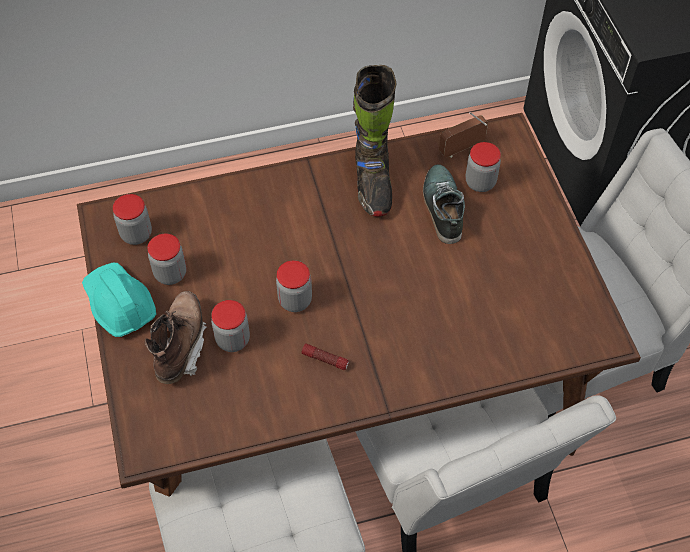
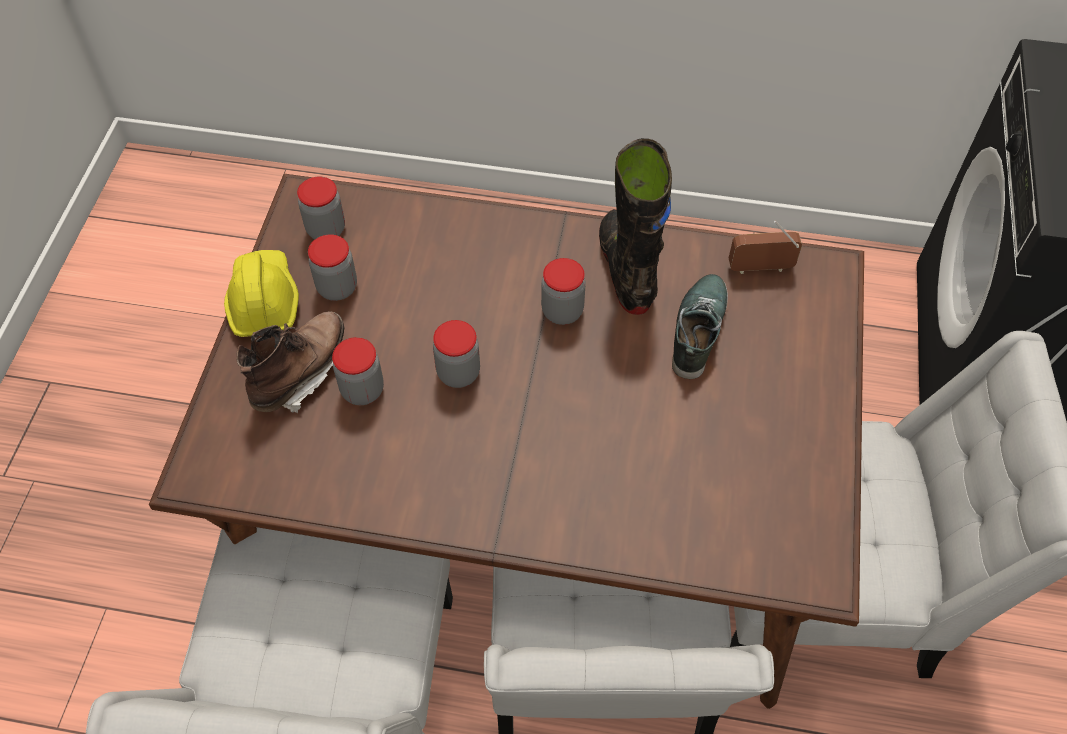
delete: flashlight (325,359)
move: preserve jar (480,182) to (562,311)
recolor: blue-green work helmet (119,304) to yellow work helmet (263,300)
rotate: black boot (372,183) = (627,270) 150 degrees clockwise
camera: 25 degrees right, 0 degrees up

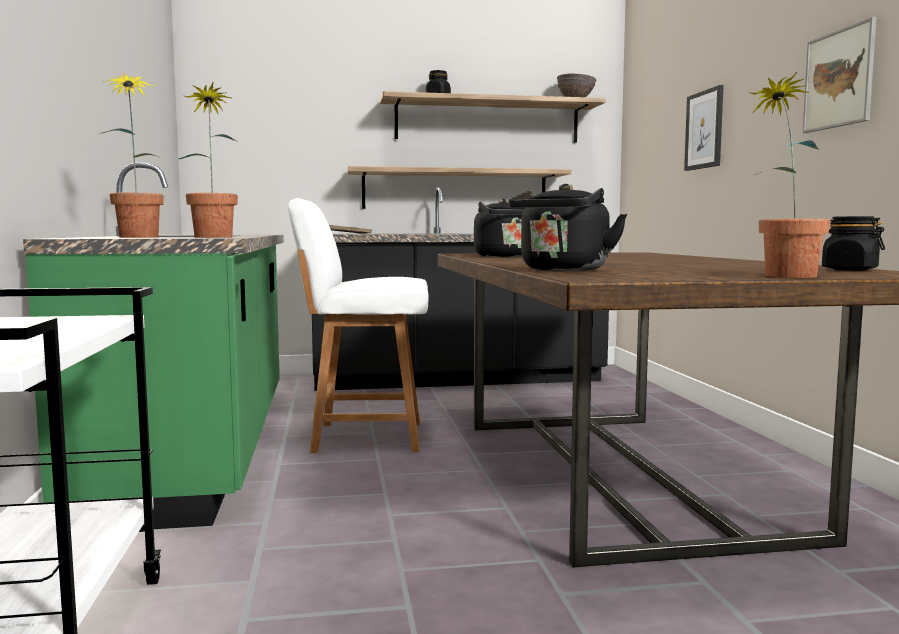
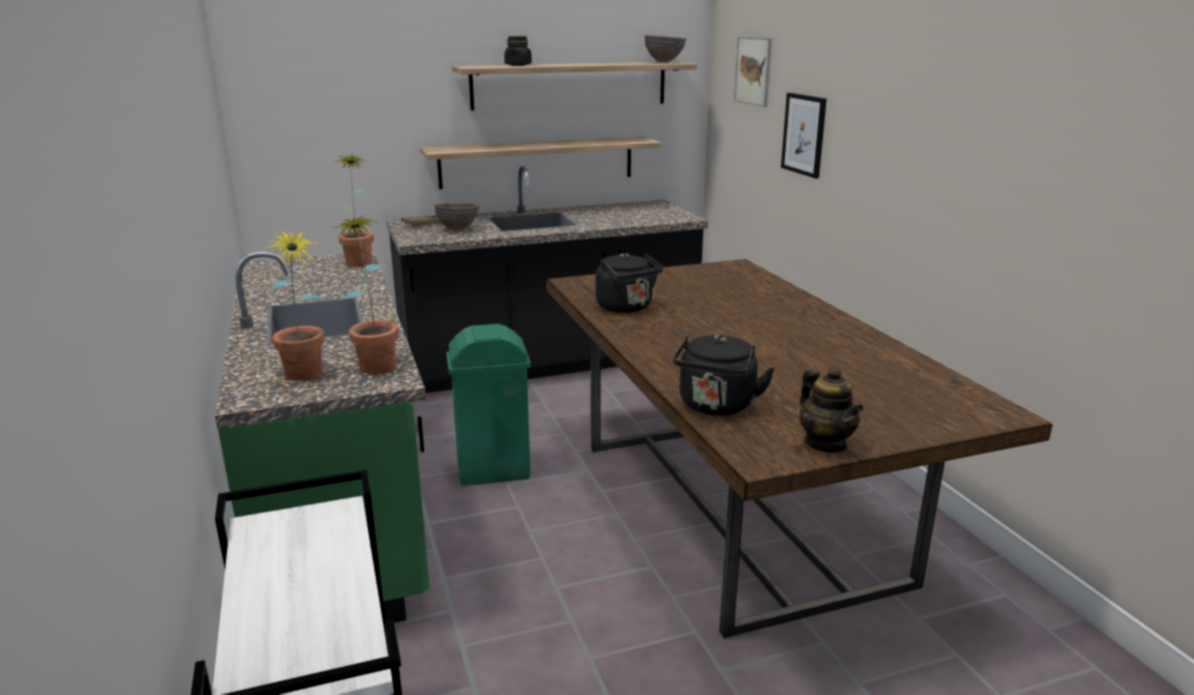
delete: black preserve jar (849,269)
insert: brownish bowl (457,229); pot for tea (826,444)
move: houseplant (784,275) to (360,261); wall art (838,79) to (753,70)
replace: white upright chair (364,437) to green trash can (492,472)
camera: 10 degrees left, 15 degrees up

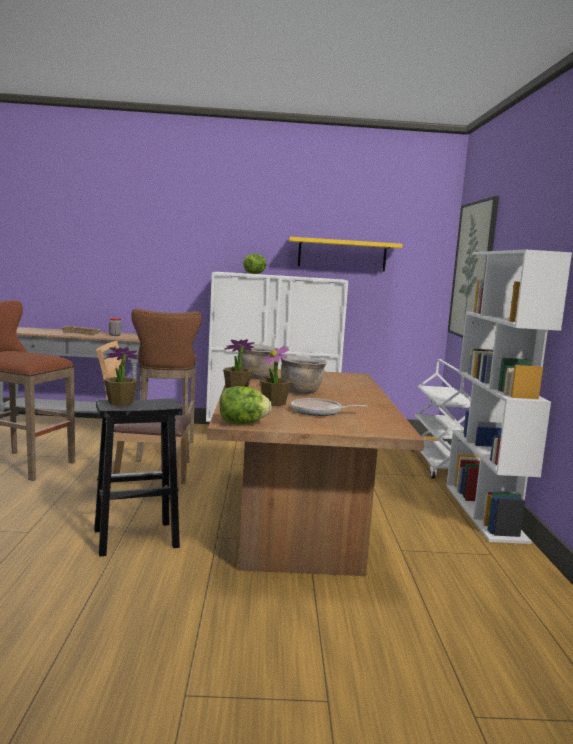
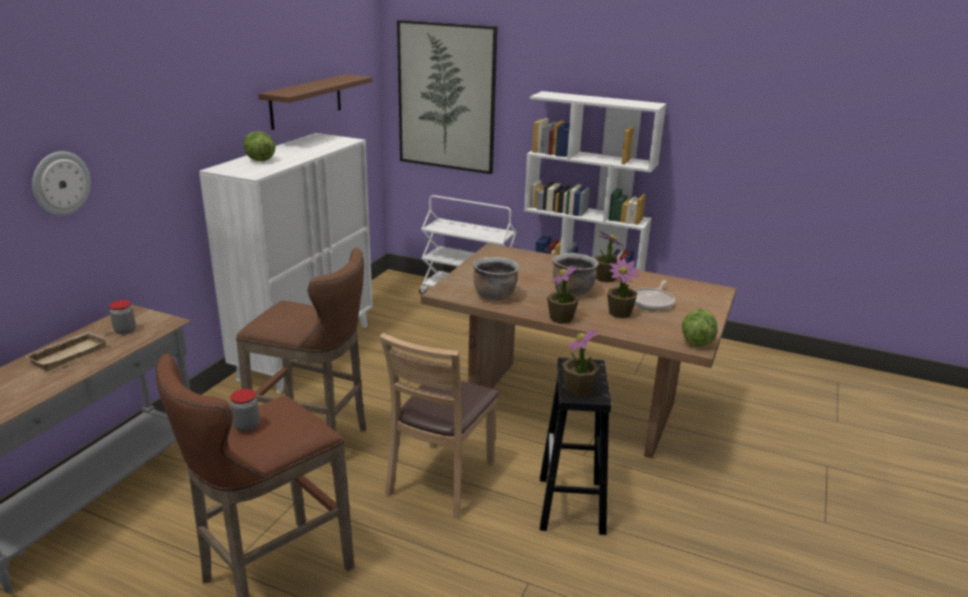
insert: wall clock (60,183); preserve jar (247,426); houseplant (605,278)
recolor: yellow bracket shelf (342,255) to brownish bracket shelf (306,101)
camera: 65 degrees left, 15 degrees up

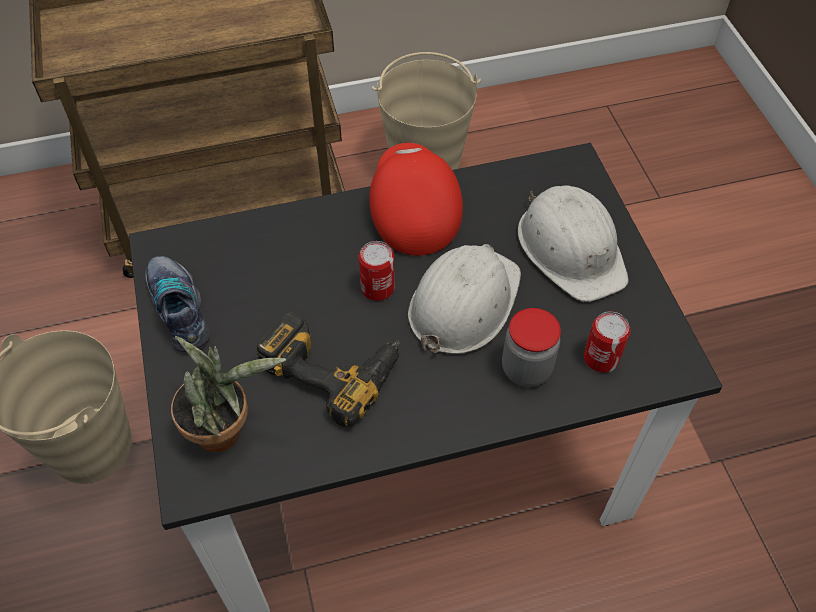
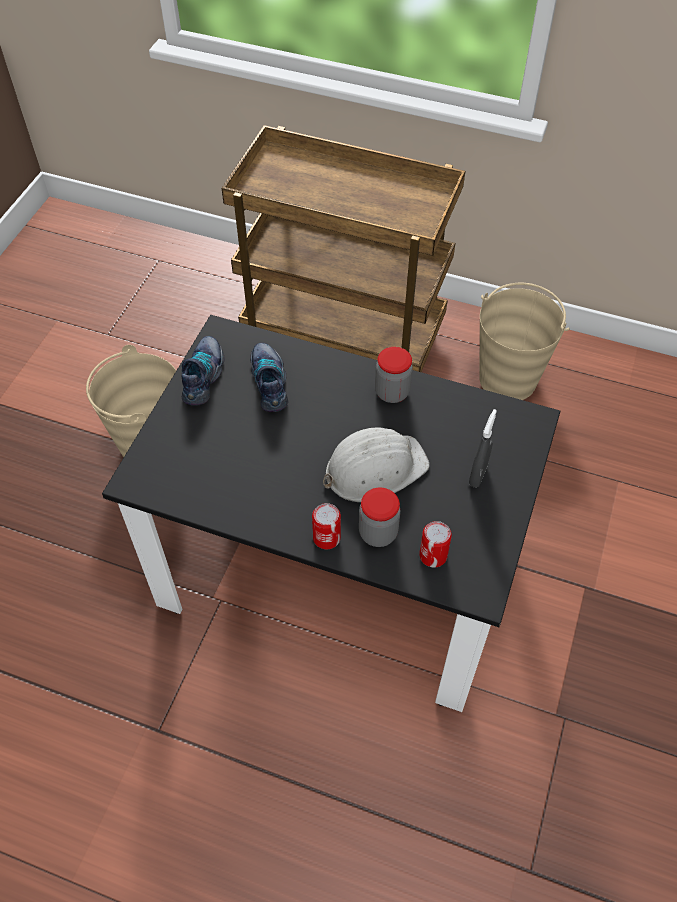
delete: houseplant (225,429); power drill (333,366)
insert: item of footwear (270,382)
move: sealed can (377,288) to (326,538)
replace: reddish baseball cap (412,211) to preserve jar (392,392); white work helmet (571,248) to greyish sprayer (478,474)
camera: 35 degrees right, 0 degrees up

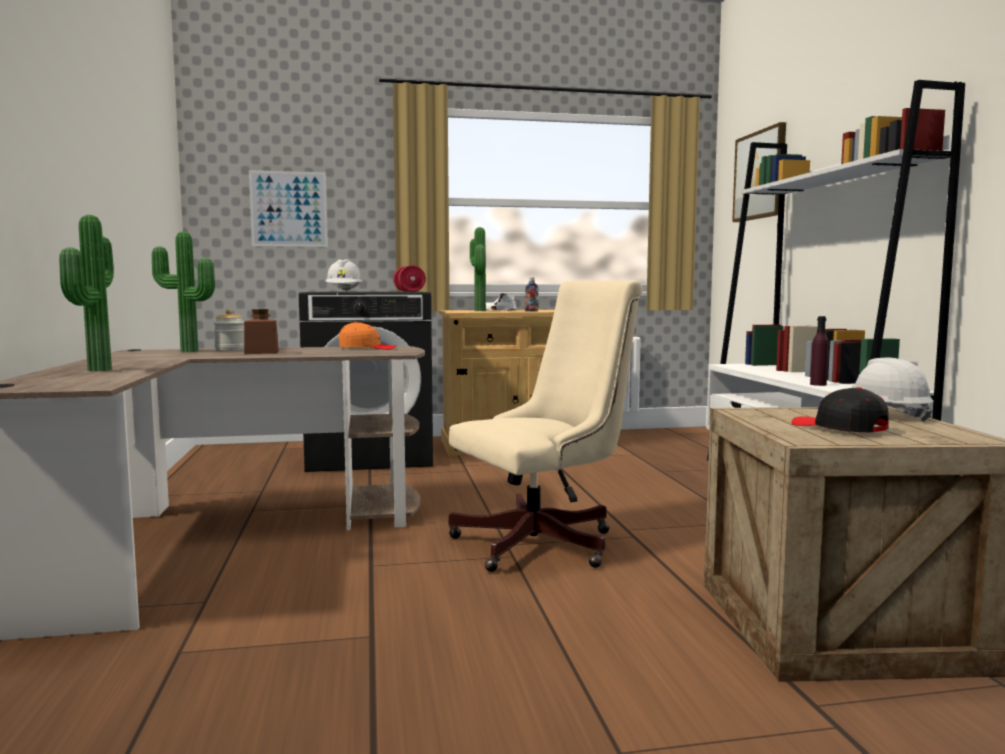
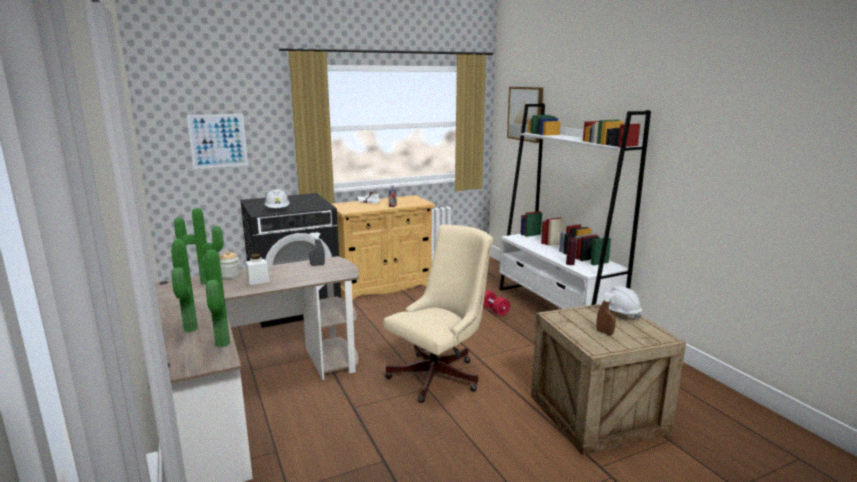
move: reddish free weight (409,291) to (494,310); houseplant (477,310) to (219,344)
replace: orange-coloured baseball cap (367,348) to greyish sprayer (317,265); black baseball cap (839,428) to brownish sprayer (604,332)
recolor: brownish preserve jar (261,352) to white preserve jar (258,281)
camera: 15 degrees left, 10 degrees up

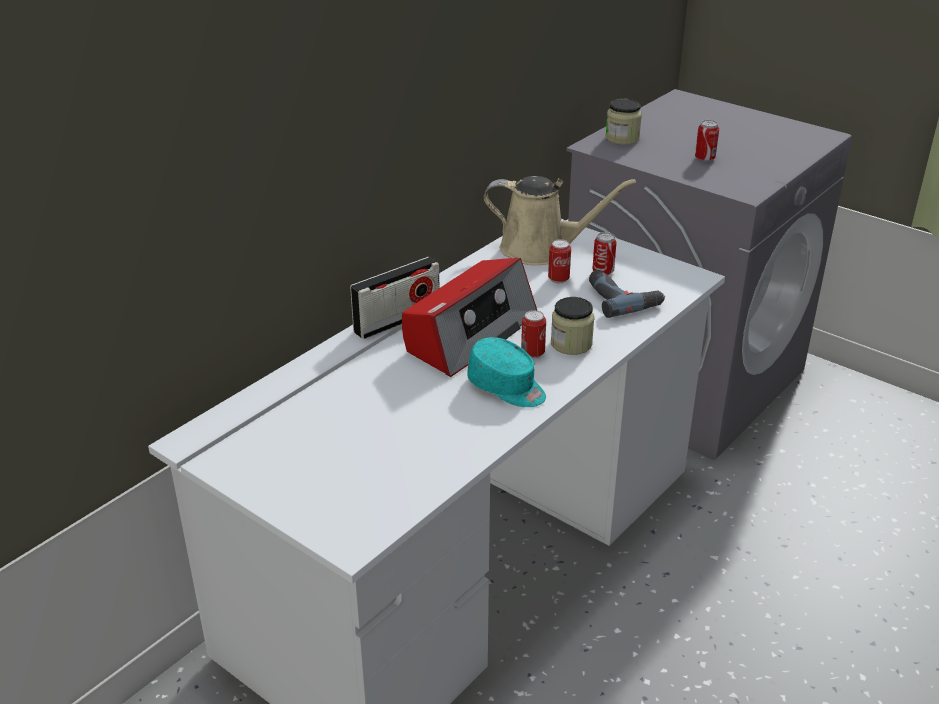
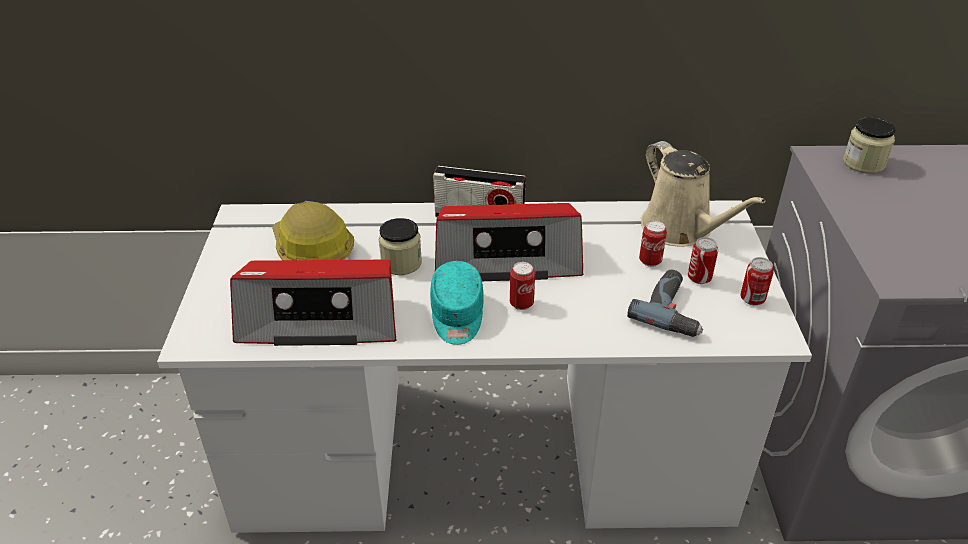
insert: radio (320,318); work helmet (312,249)
move: preserve jar (571,344) to (401,263); sealed can (704,158) to (752,299)
camera: 50 degrees right, 5 degrees up

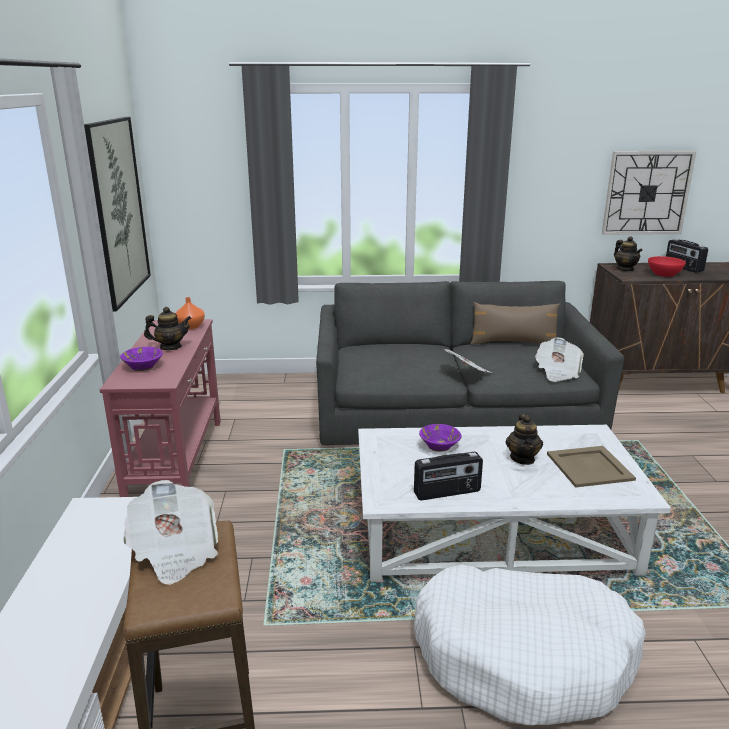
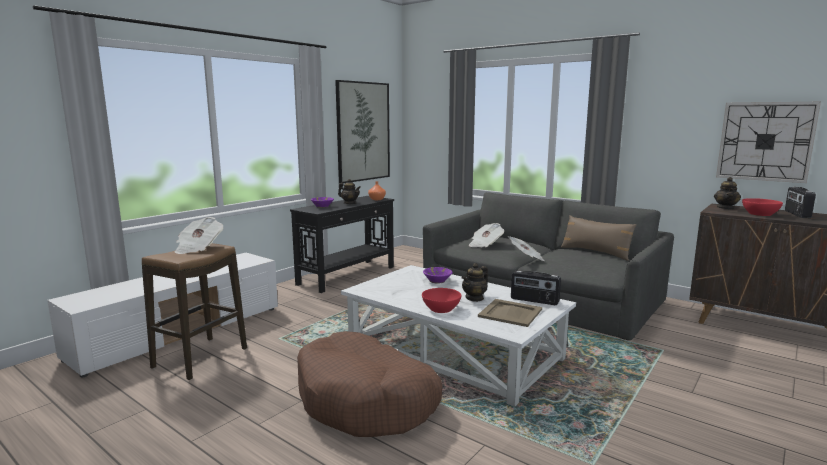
insert: reddish bowl (441,309)
move: radio (447,493) to (534,301); newspaper (557,372) to (485,245)
recolor: reddish narrow table (178,461) to black narrow table (347,275); white pet bed (524,656) to brownish pet bed (366,400)
camera: 40 degrees right, 10 degrees down

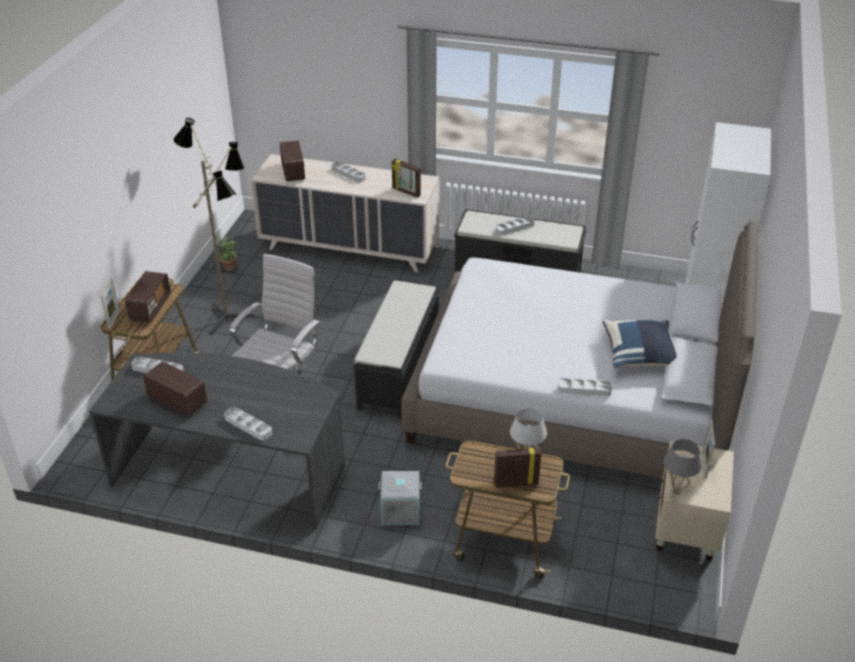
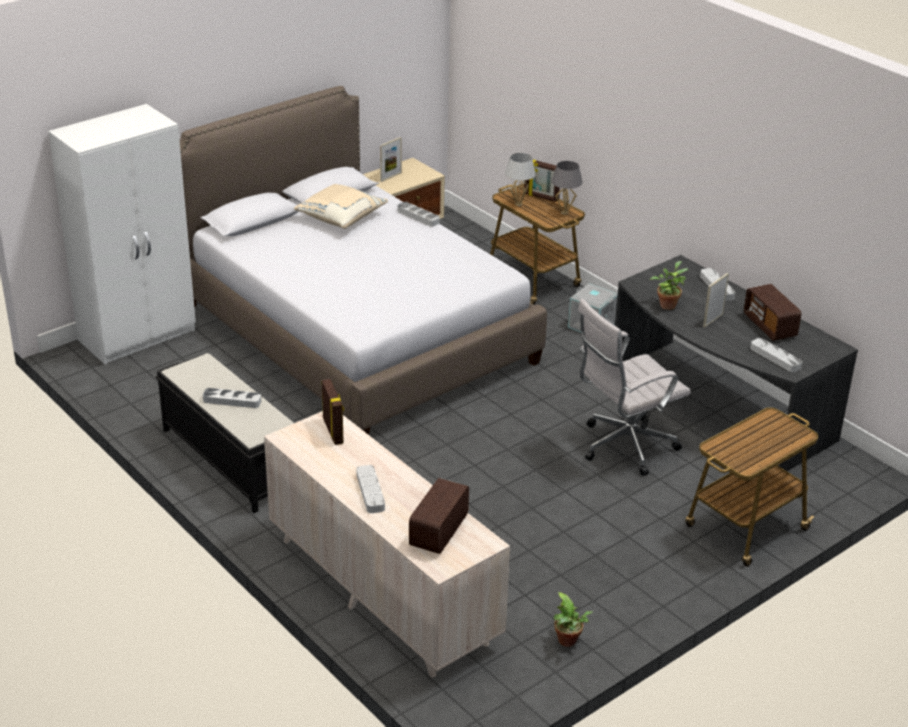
delete: radio (150,308); standard lamp (231,316); black long seat (399,369)
insert: houseplant (667,304)
move: standing frame (114,320) to (713,320); greyish lamp for a table (676,492) to (564,212)
recolor: blue cushion (640,355) to beige-coloured cushion (340,218)
camera: 145 degrees left, 5 degrees down

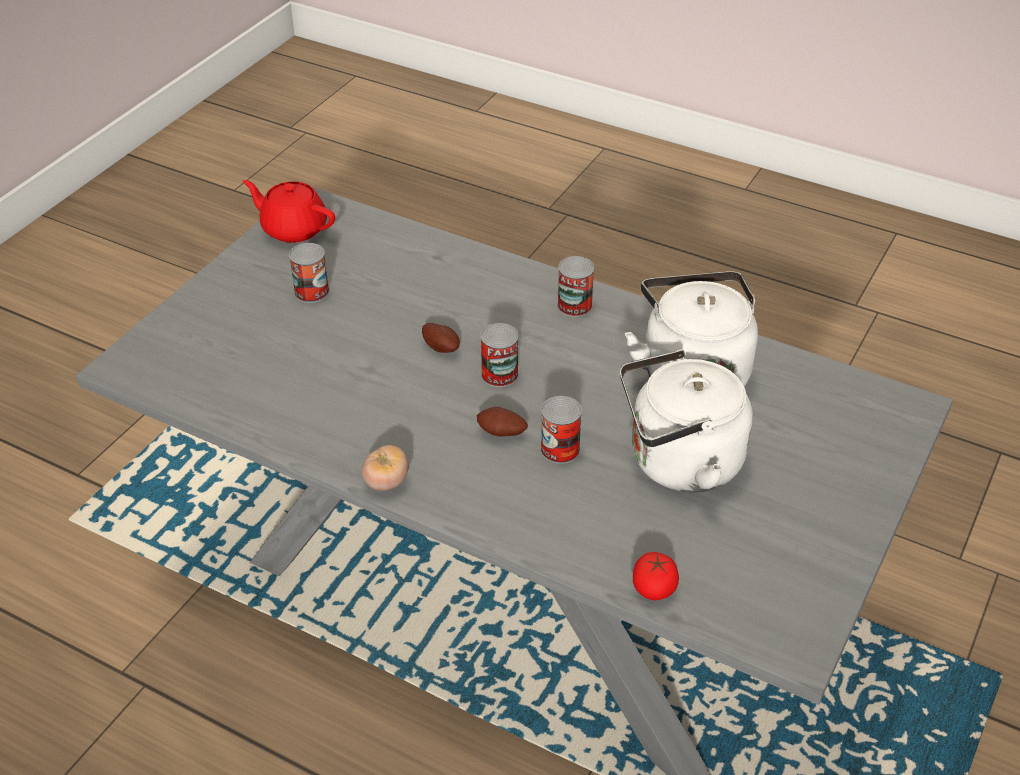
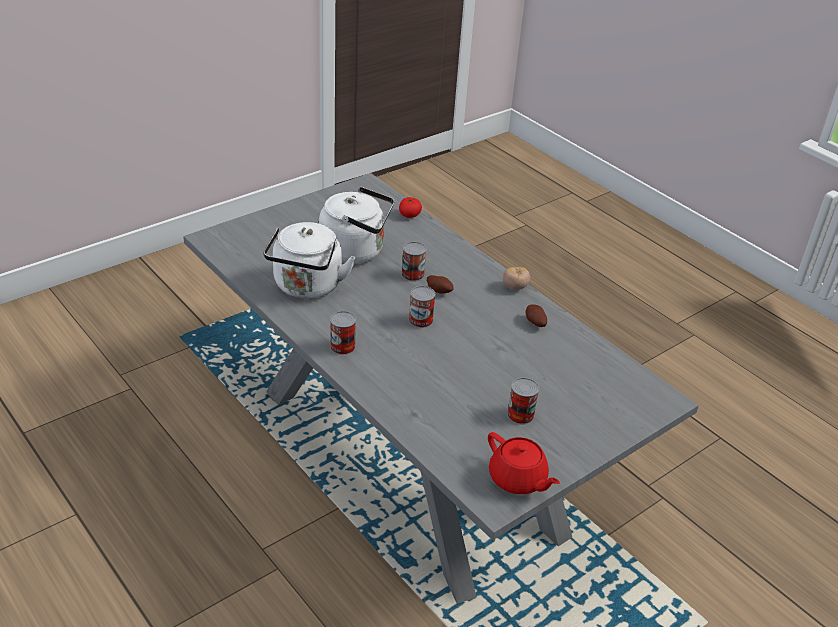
move: spud (442,347) to (534,323)
camera: 160 degrees left, 5 degrees down

